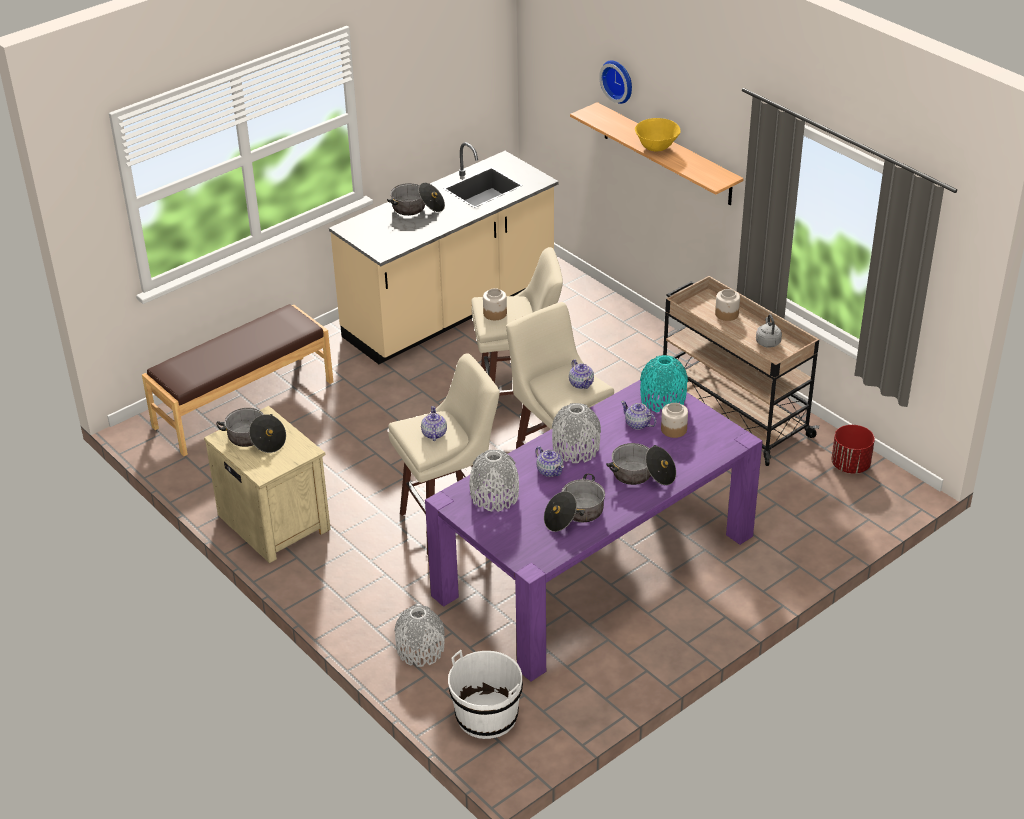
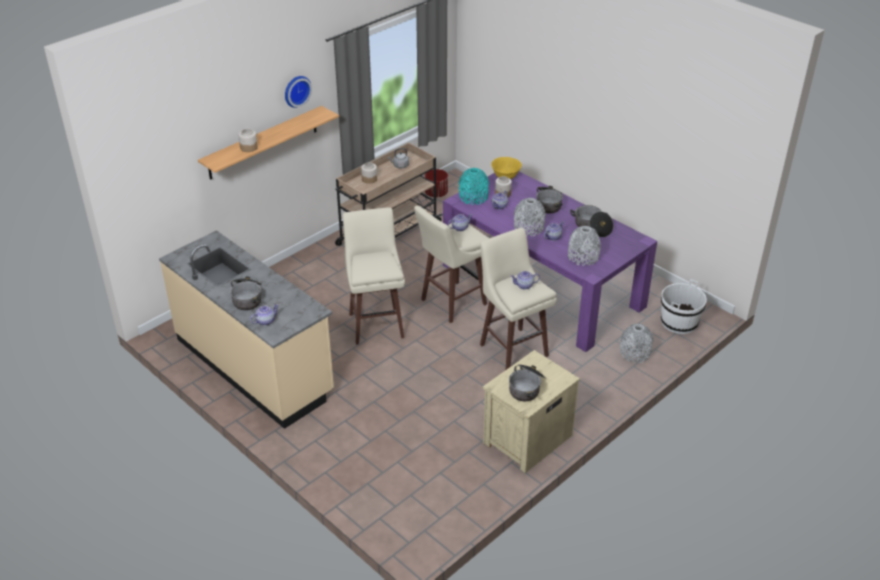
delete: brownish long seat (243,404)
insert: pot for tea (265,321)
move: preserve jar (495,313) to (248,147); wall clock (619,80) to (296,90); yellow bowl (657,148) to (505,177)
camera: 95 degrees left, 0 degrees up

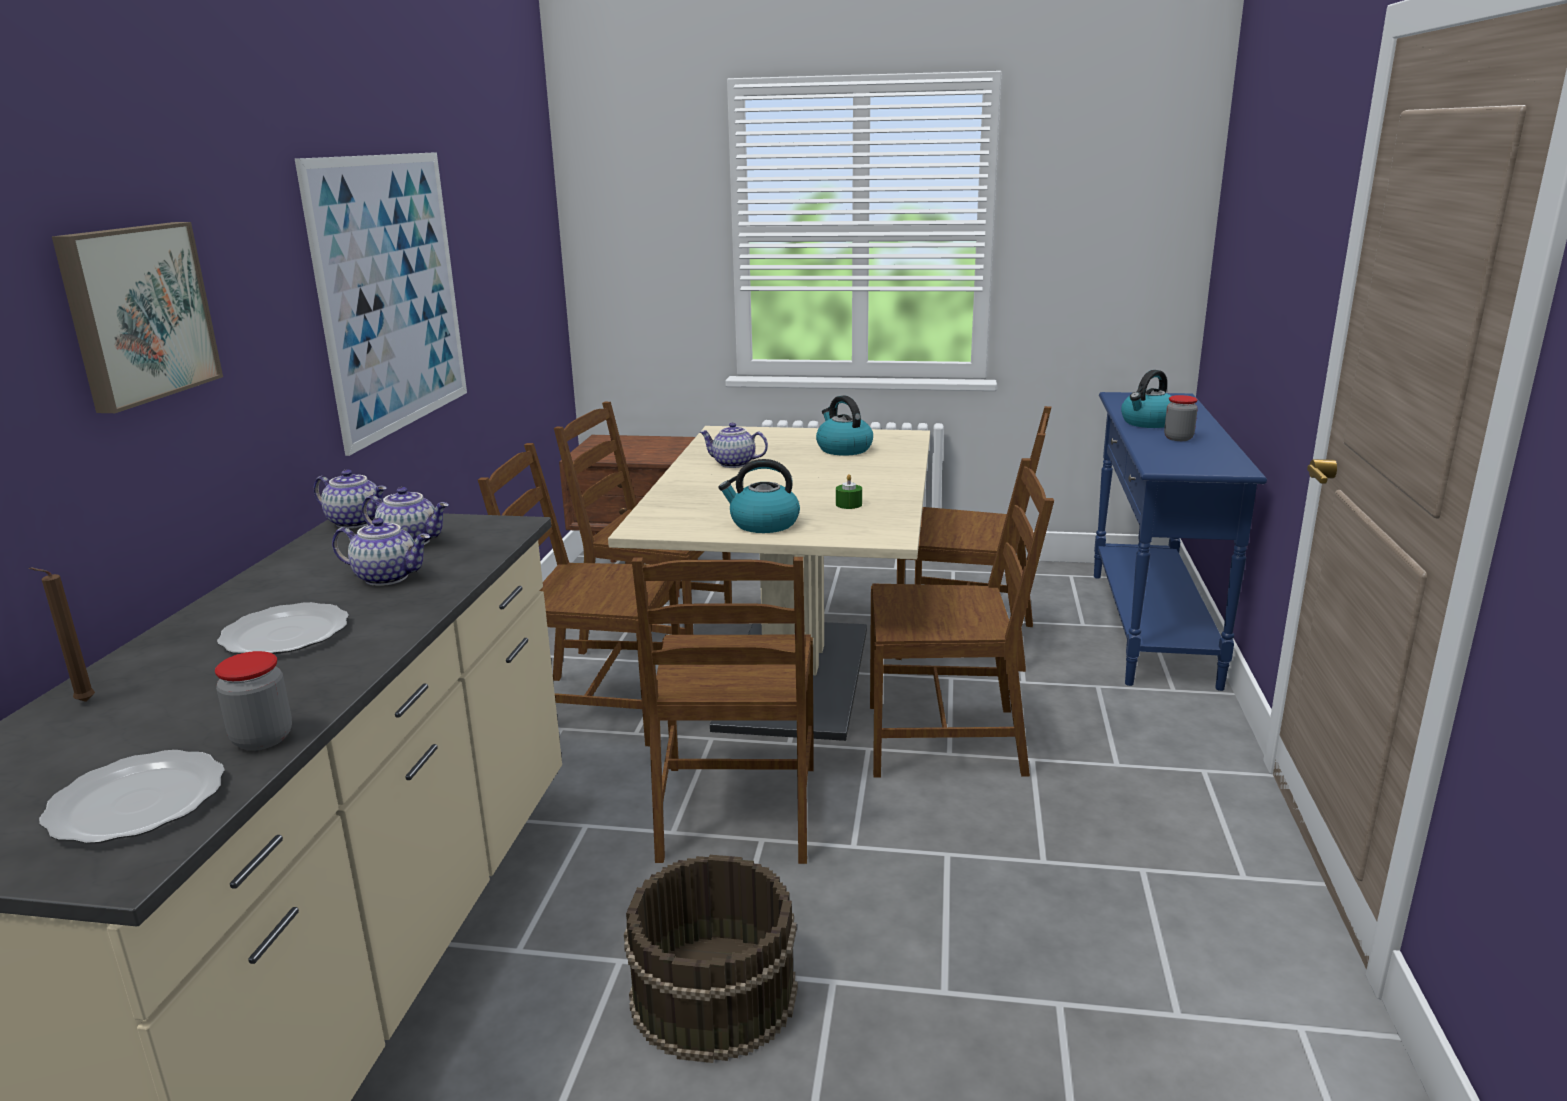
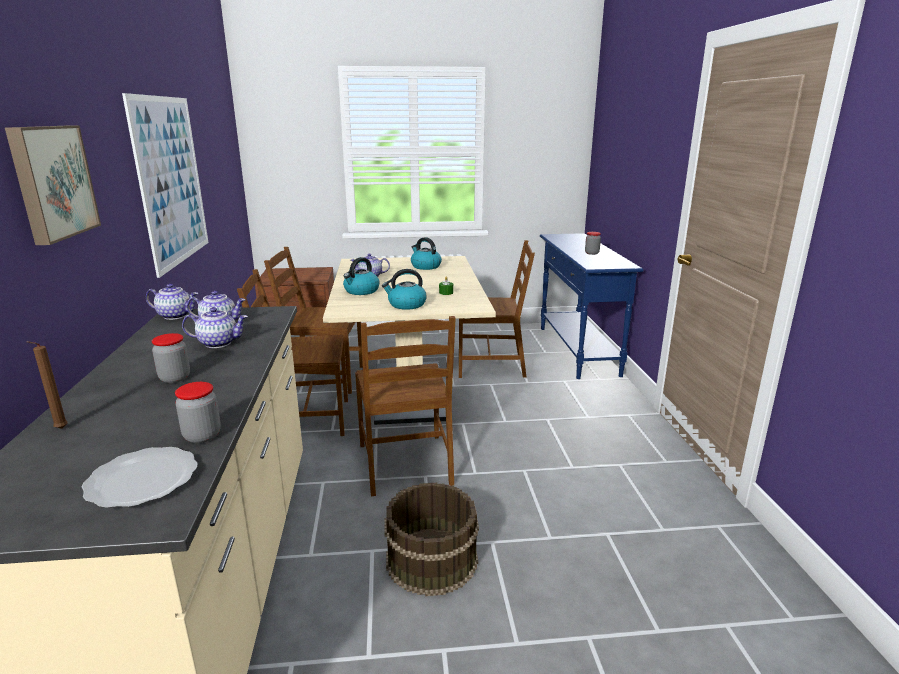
delete: brownish upright chair (946,739)
move: water kettle (1148,423) to (361,291)
replace: plate (286,633) to preserve jar (175,378)
camera: 15 degrees left, 0 degrees up

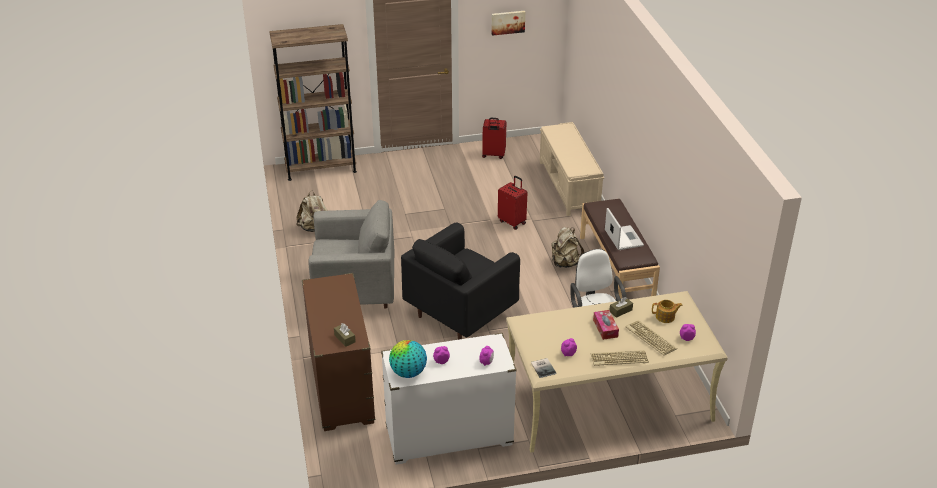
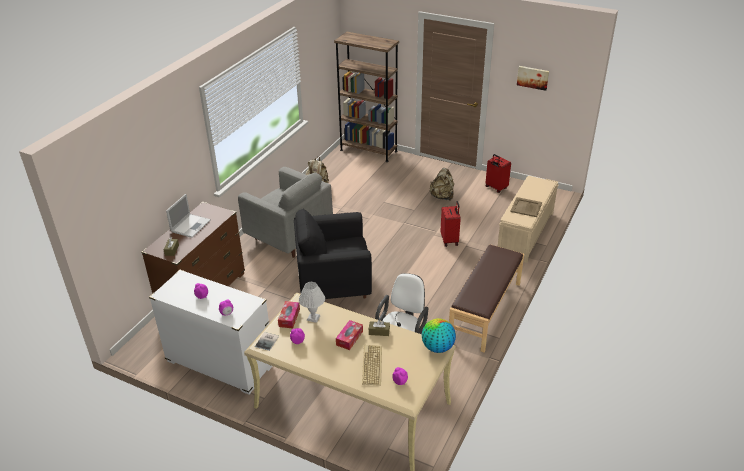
delete: computer keyboard (619,359); pot for tea (665,317)
insert: tissue holder (289,318); white lamp for a table (313,318); beige-coloured serving tray (526,207)
move: globe (408,372) to (437,347); beige-coloured knapsack (565,263) to (442,196); laptop (623,238) to (191,225)
camera: 40 degrees right, 0 degrees up

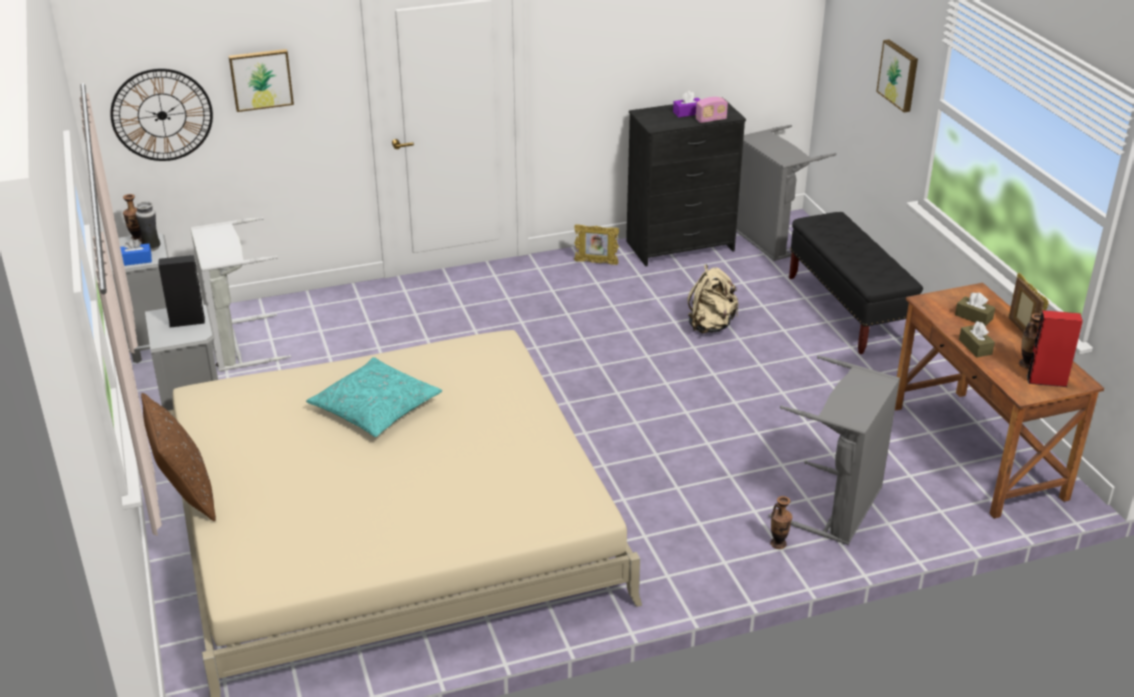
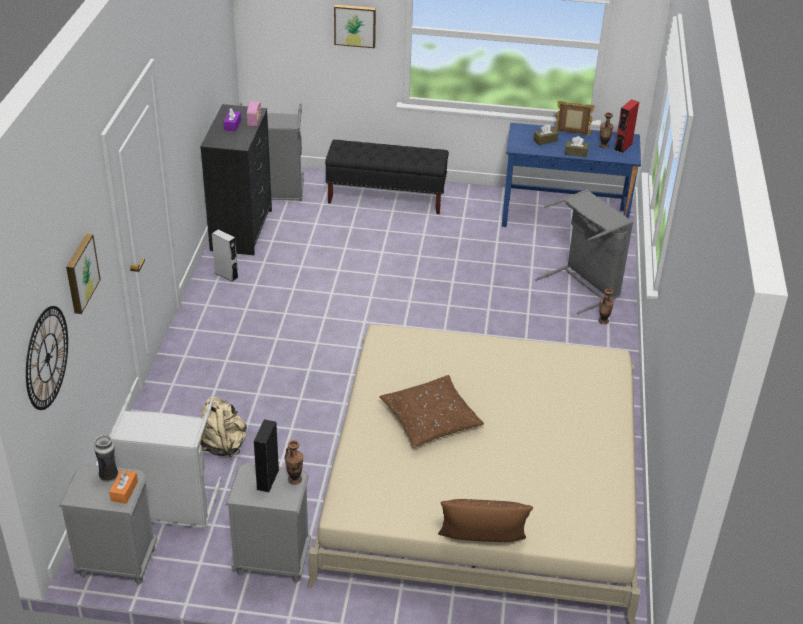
move: decorative vase (137,239) to (294,479); beige-coloured knapsack (710,326) to (223,444)
replace: standing frame (596,262) to greyish loudspeaker (226,275)
recolor: blue tissue holder (136,260) to orange-coloured tissue holder (124,491); blue-green cushion (375,408) to brownish cushion (430,419); brownish desk unit (977,451) to blue desk unit (564,217)
camera: 65 degrees left, 5 degrees up

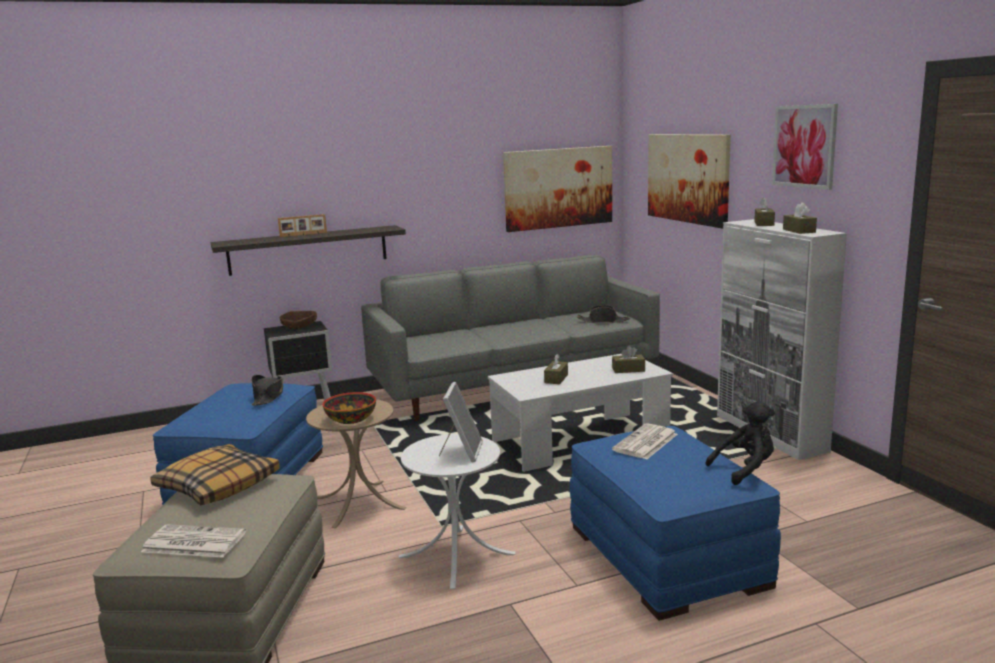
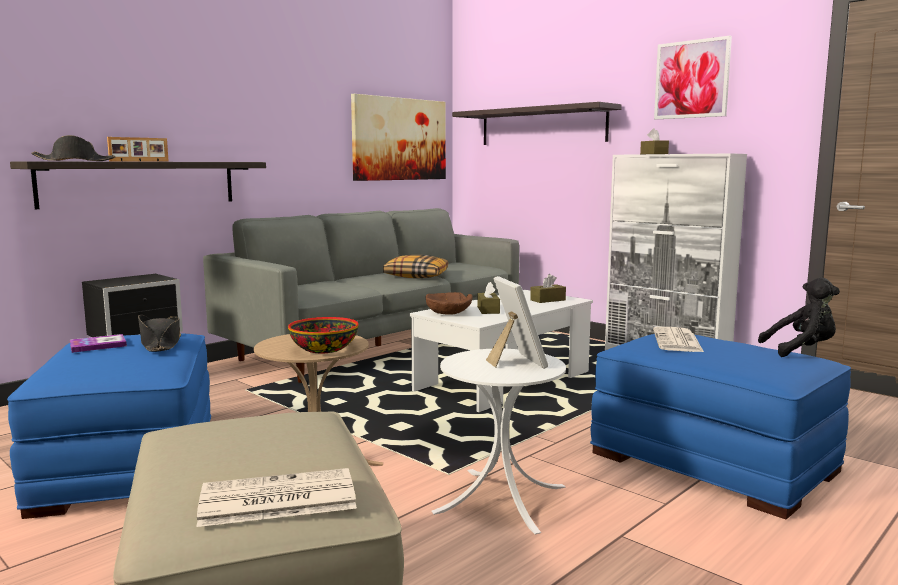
delete: brownish tissue holder (799,231)
insert: bound book (98,345)
move: cushion (217,486) to (416,276); brownish bowl (299,327) to (448,313); black hat (603,321) to (75,161)
replace: wall art (687,178) to bracket shelf (542,126)
rotate: black soft toy (745,469) = (801,350) 45 degrees clockwise
camera: 25 degrees left, 5 degrees down

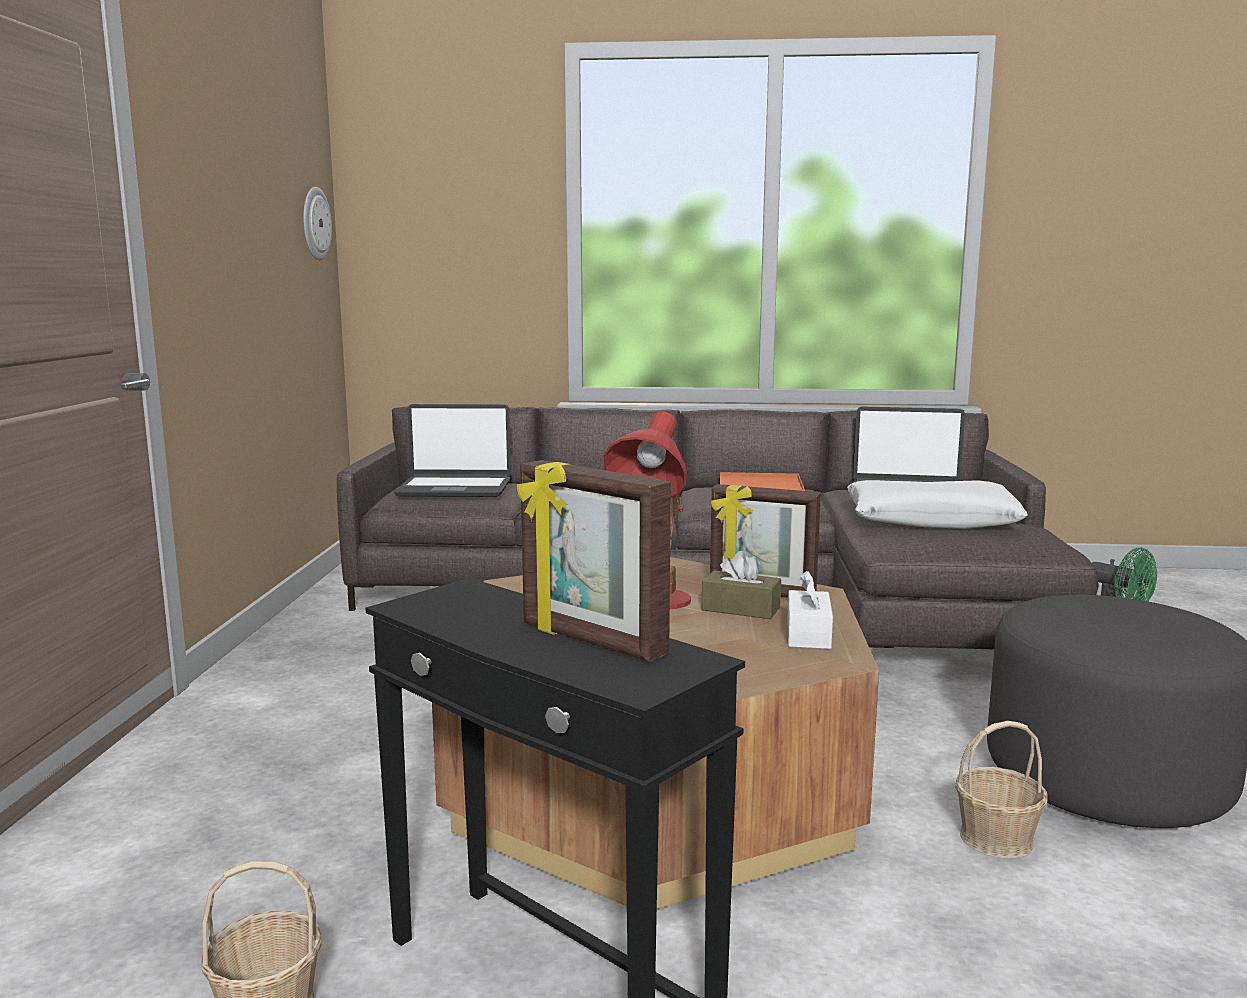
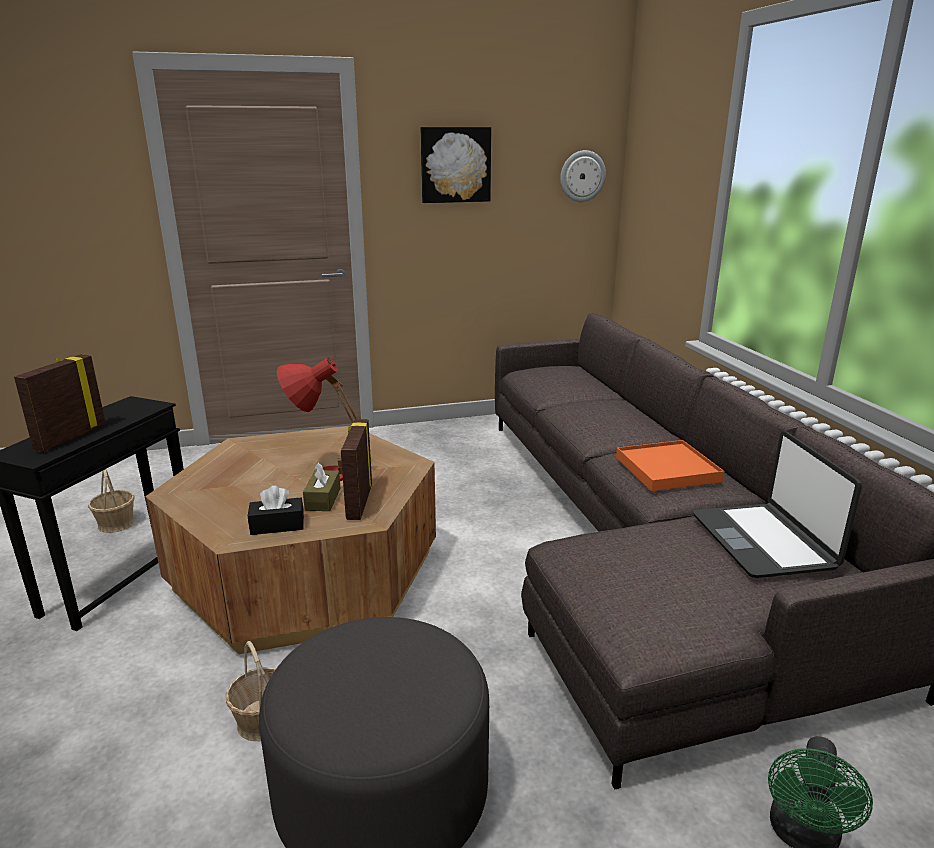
delete: laptop (454,488); white cushion (931,520)
insert: wall art (455,165)
recolor: white tissue holder (808,634) to black tissue holder (277,525)
camera: 70 degrees right, 10 degrees up

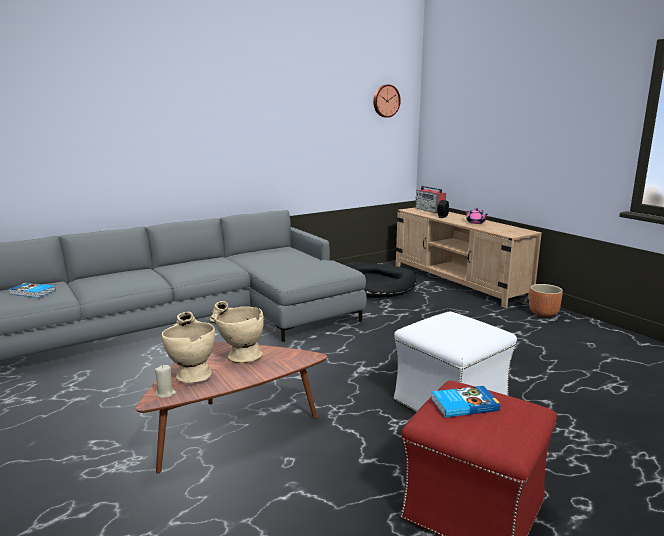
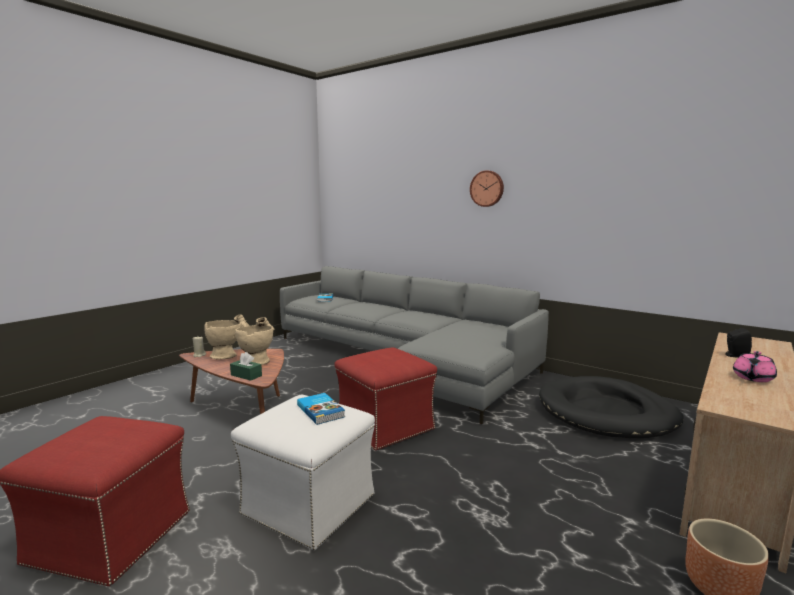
delete: radio (430,210)
insert: green tissue holder (246,375); reddish pouffe (384,426)
move: wall clock (385,101) to (487,188); bound book (463,404) to (321,411)
camera: 70 degrees right, 5 degrees down

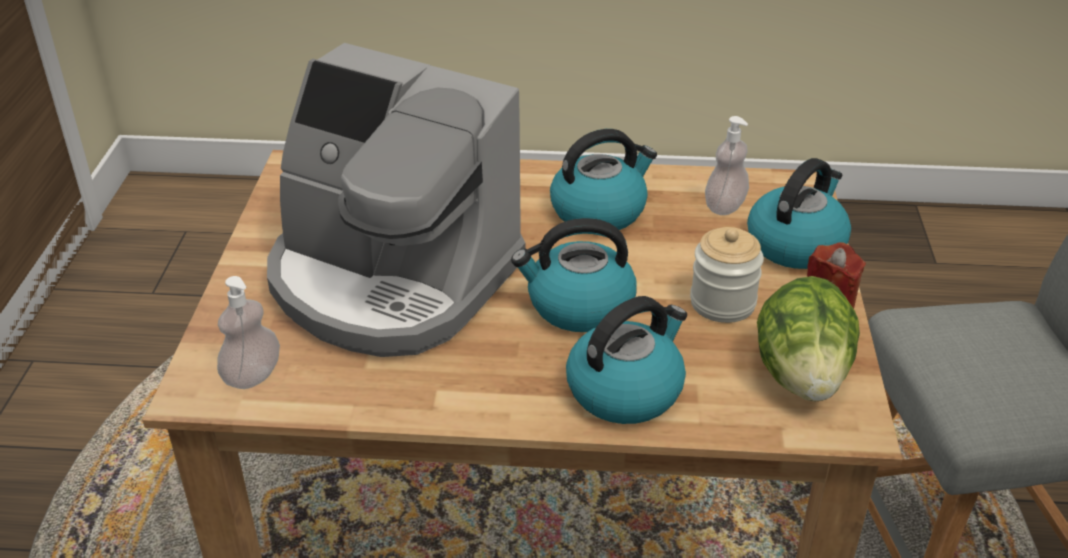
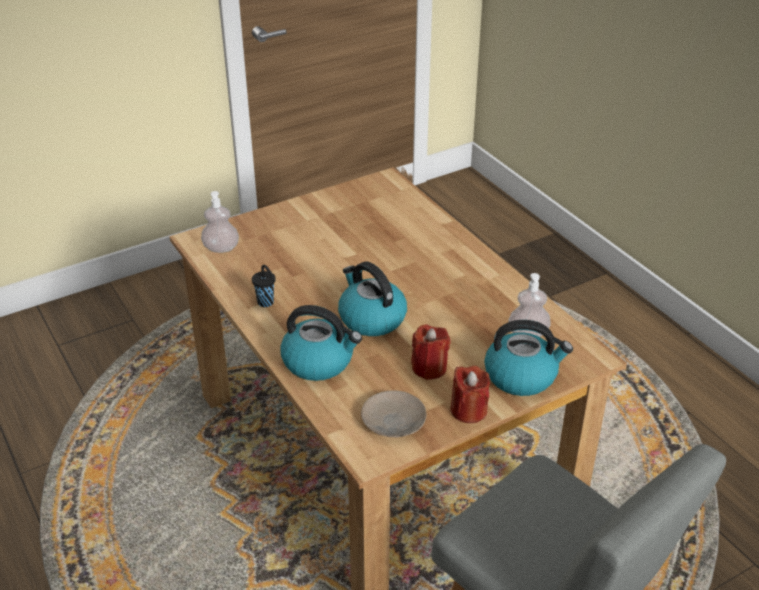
delete: coffee machine (391,280); water kettle (599,211)
insert: black small cup (266,303)
replace: preserve jar (722,303) to reddish candle (429,368); lettuce head (801,376) to beige-coloured plate (394,421)
camera: 55 degrees right, 0 degrees up

